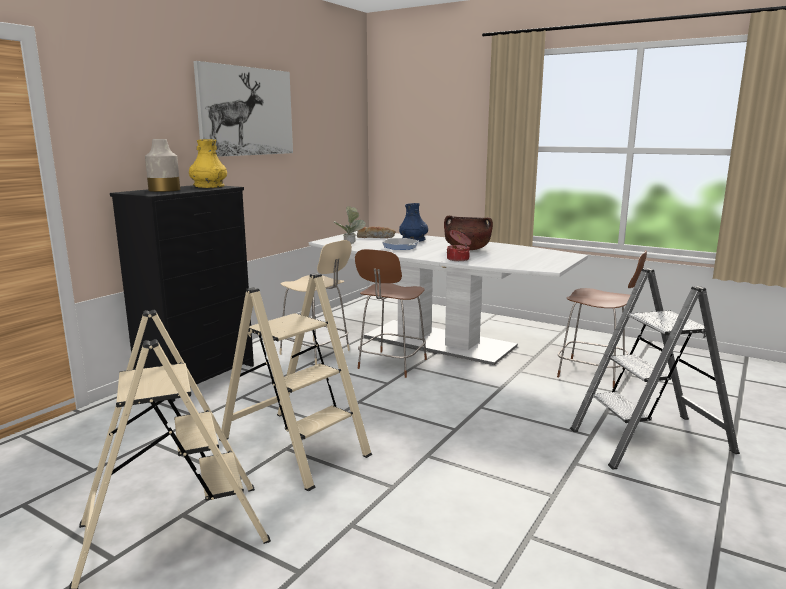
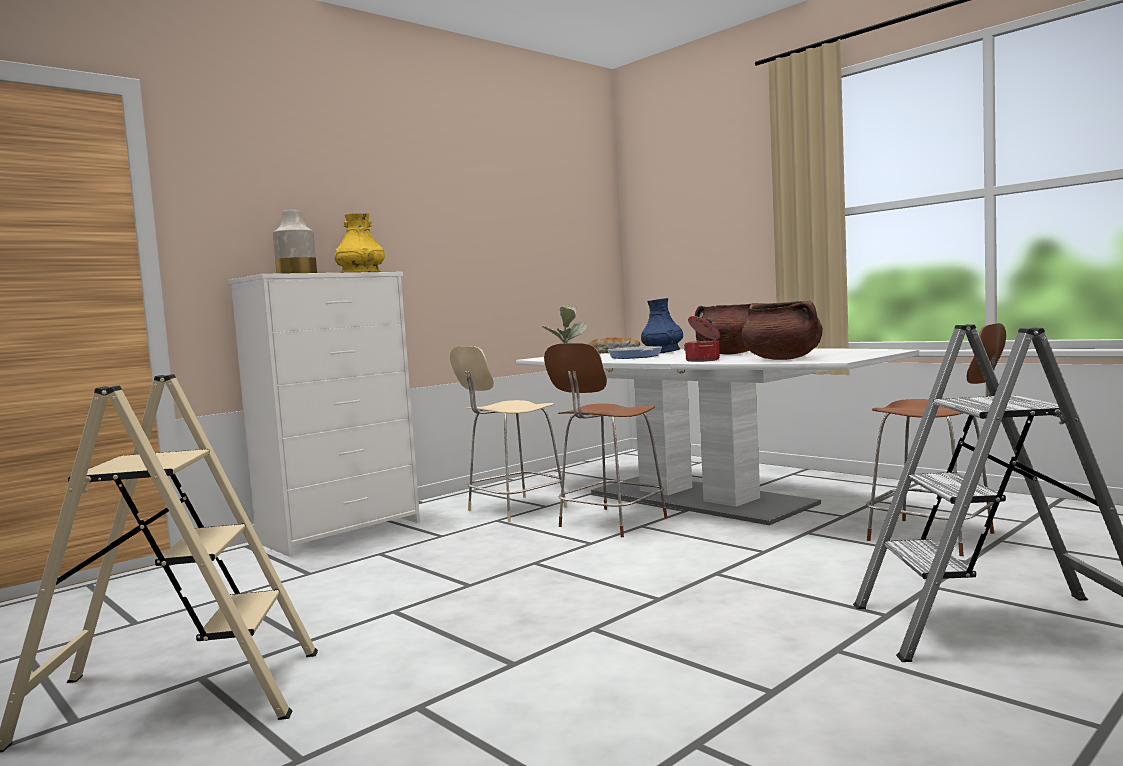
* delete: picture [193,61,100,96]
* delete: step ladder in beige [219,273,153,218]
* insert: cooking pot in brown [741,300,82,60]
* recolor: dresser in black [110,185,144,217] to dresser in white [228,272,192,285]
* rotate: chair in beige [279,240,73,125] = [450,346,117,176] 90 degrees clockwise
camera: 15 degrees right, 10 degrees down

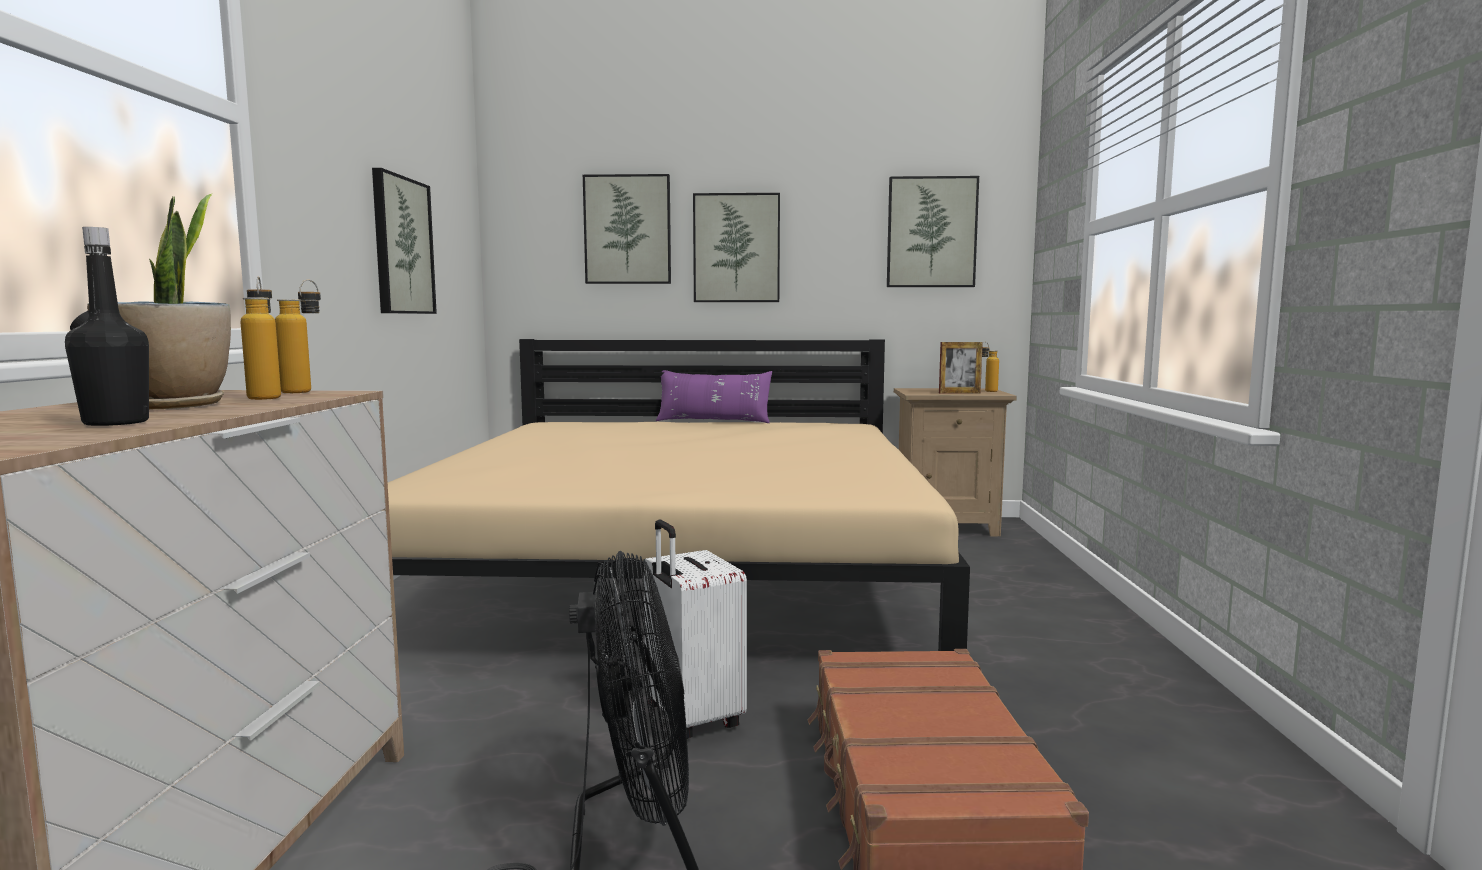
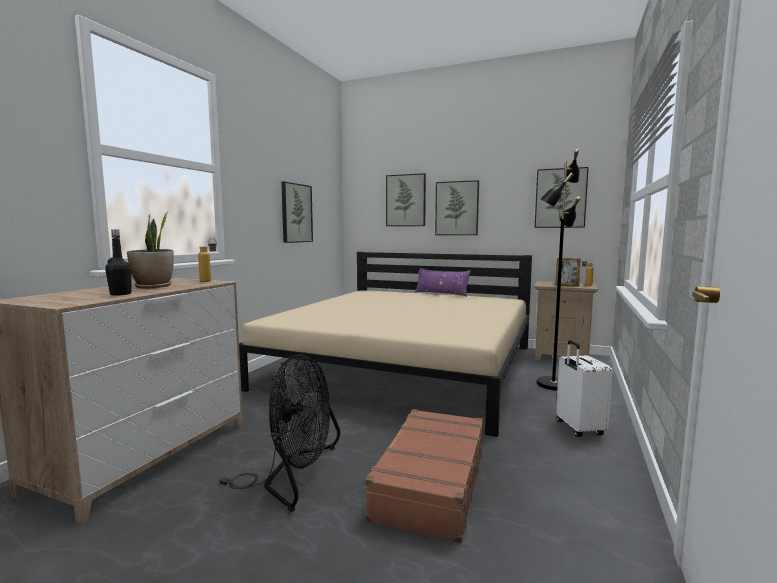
* delete: bottle [241,276,40,124]
* insert: floor lamp in black [536,149,45,242]
* move: suitcase in white [644,519,103,220] to [556,340,57,97]
camera: 20 degrees right, 0 degrees up

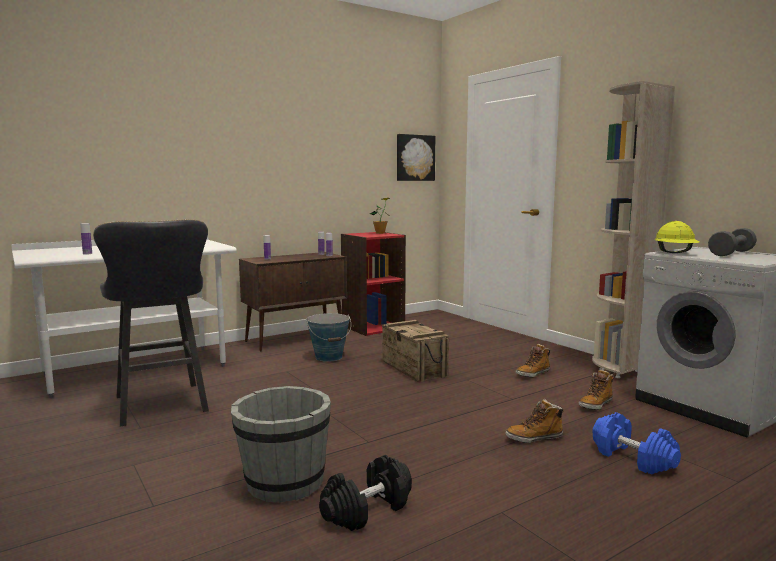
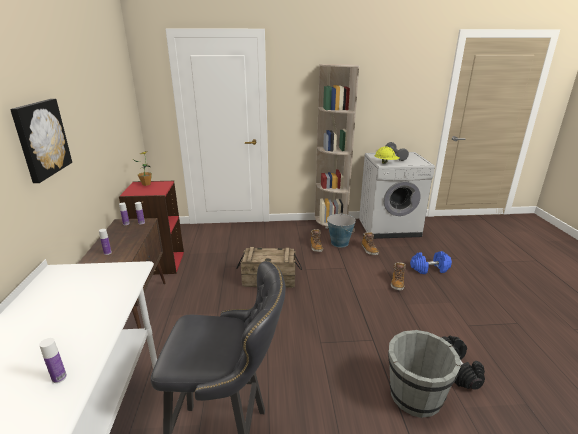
* move: bucket [306,313,45,49] to [327,213,29,35]
* move: picture [397,134,38,47] to [10,99,62,84]
camera: 60 degrees left, 15 degrees up

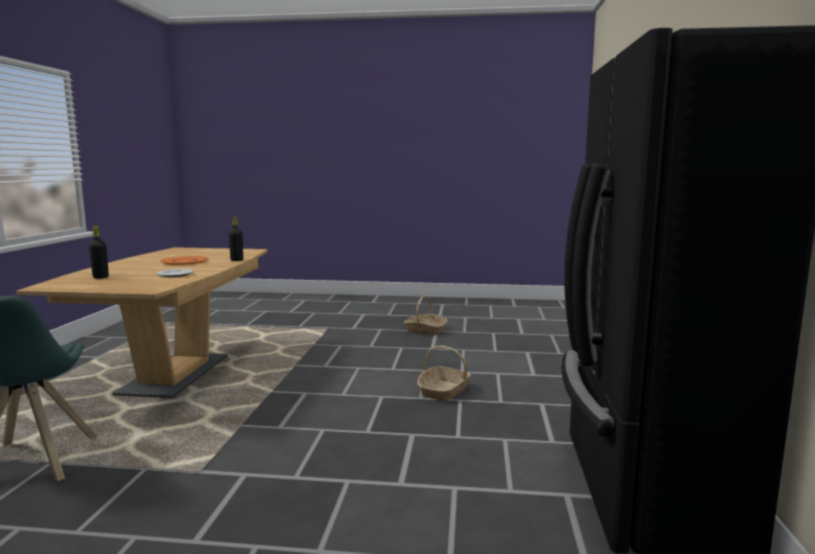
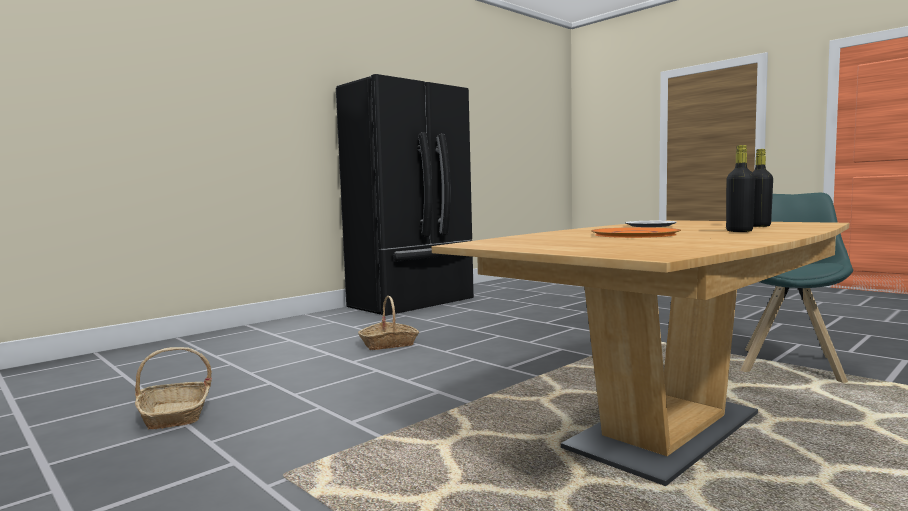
* move: bottle in black [229,216,14,45] to [726,145,29,87]
camera: 140 degrees left, 5 degrees down

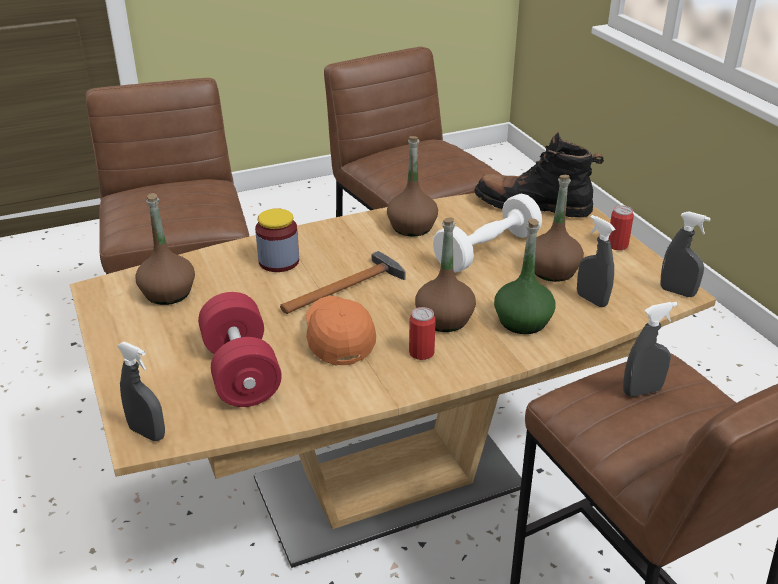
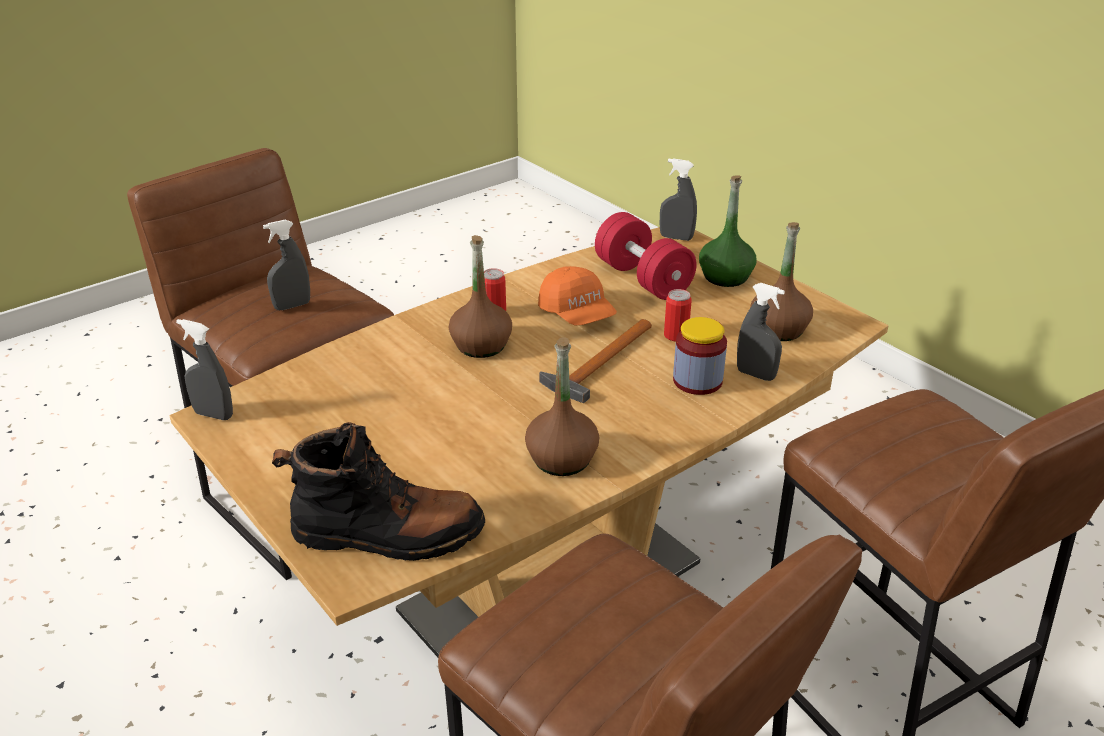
* delete: dumbbell in white [433,194,109,79]
* delete: bottle in brown [535,175,49,107]
* move: bottle in green [494,218,62,116] to [699,175,58,112]
* move: spray bottle in grey [577,215,38,92] to [737,283,48,98]
* move: can [609,205,25,45] to [664,289,28,52]
camera: 165 degrees right, 0 degrees up

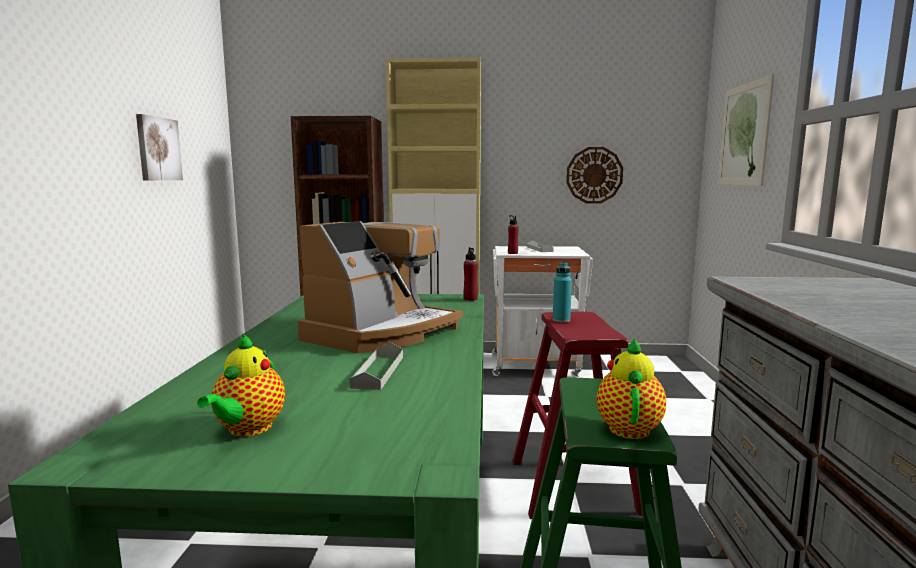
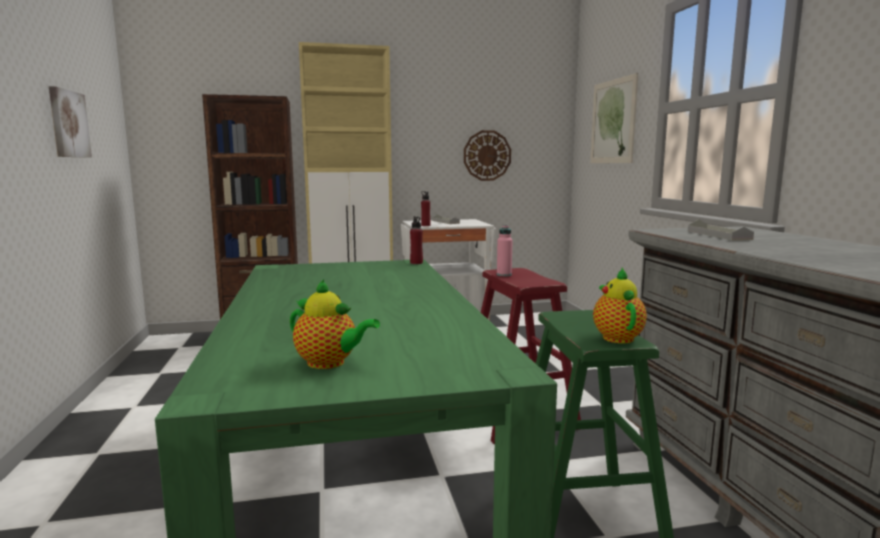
* delete: coffee machine [298,221,165,132]
* move: tray in grey [350,342,53,48] to [688,219,66,21]
* recolor: bottle in turquoise [553,262,19,60] to bottle in pink [497,225,16,51]
* rotate: teapot [197,334,88,103] = [290,279,90,90] 60 degrees counterclockwise
camera: 15 degrees left, 0 degrees up

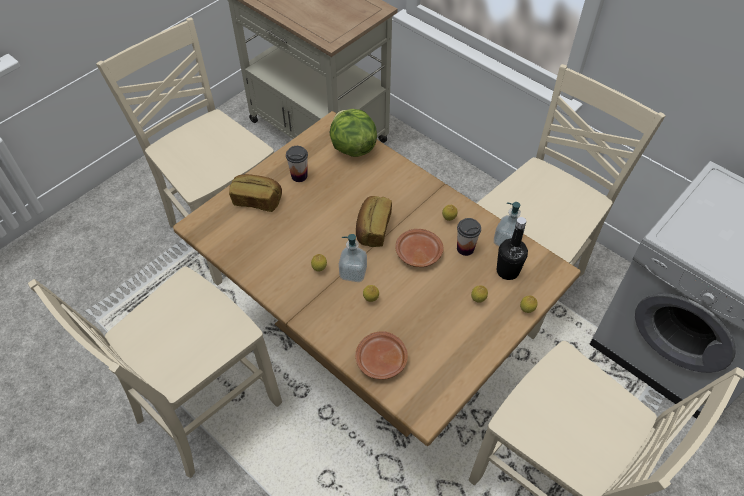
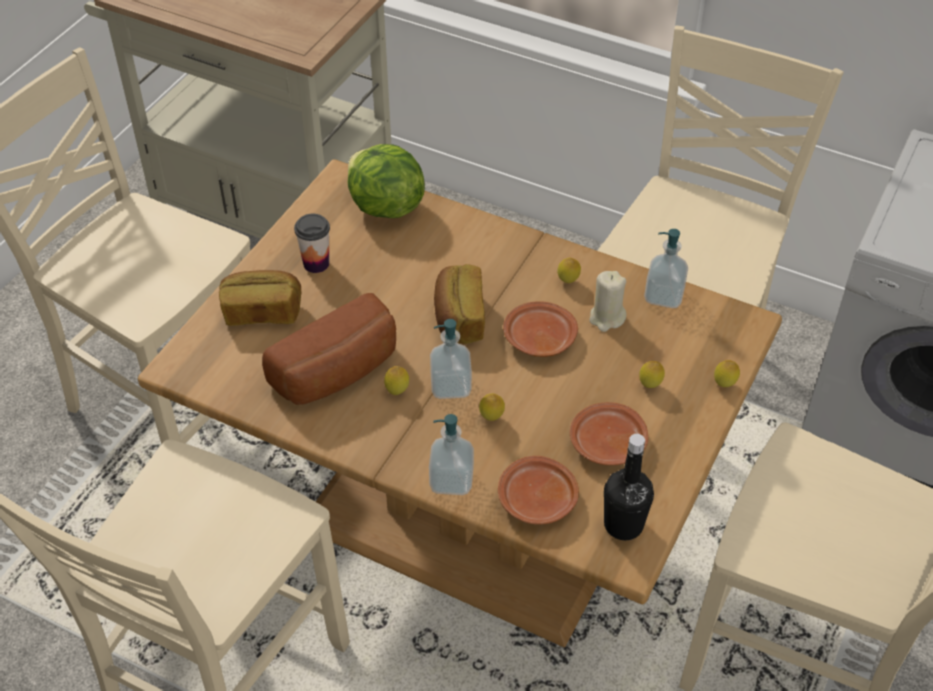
* insert: bread [262,293,134,112]
* insert: soap dispenser [429,414,45,81]
* insert: plate in brown [570,402,78,63]
* move: bottle in black [497,217,31,63] to [604,434,50,107]
* replace: cup [457,218,24,38] to candle in beige [589,271,37,61]
camera: 15 degrees left, 5 degrees down

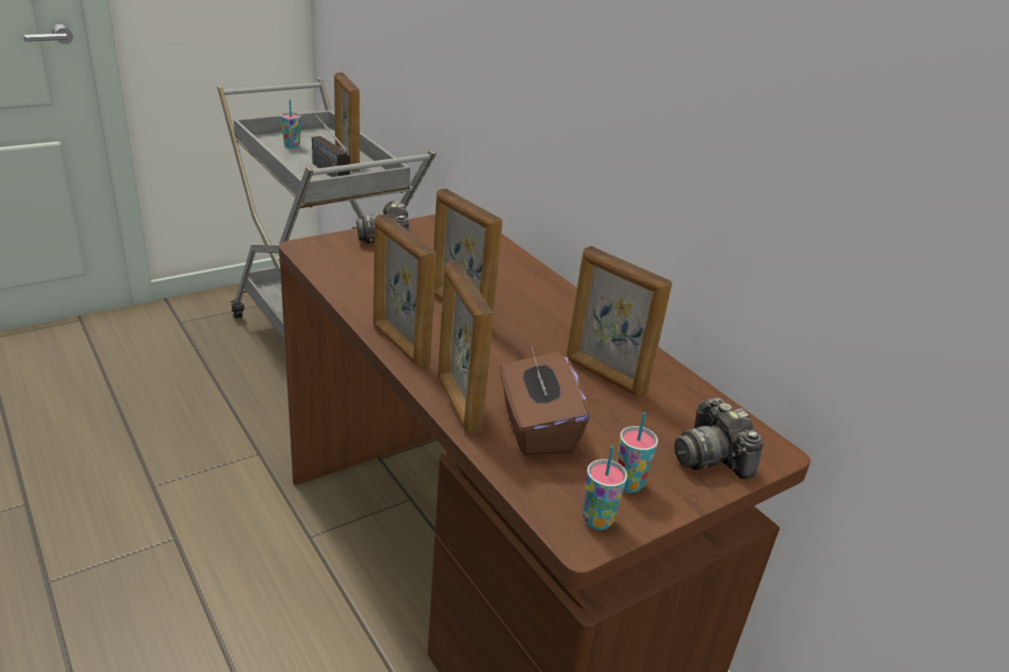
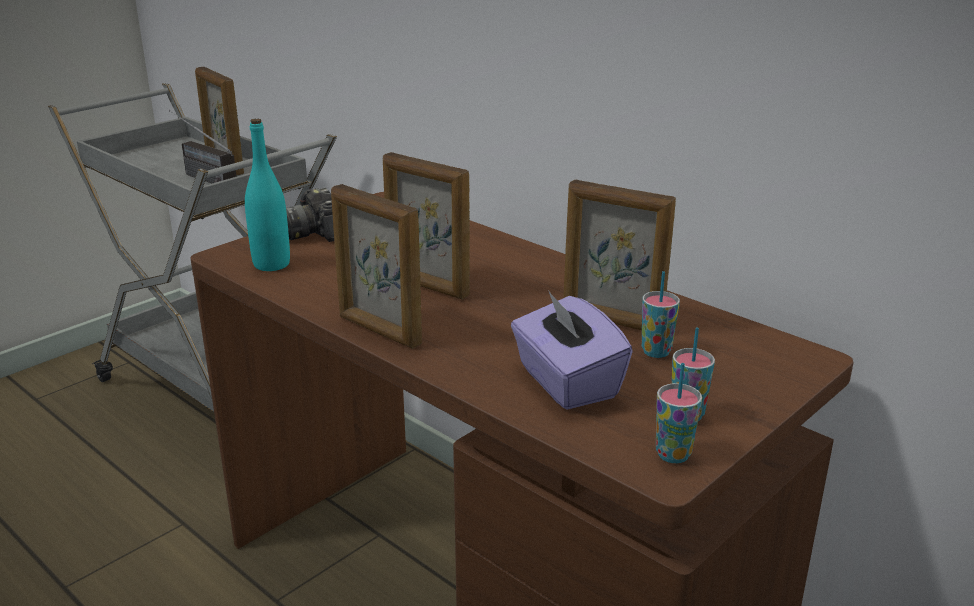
* delete: picture frame [438,261,55,174]
* delete: photo camera [674,397,89,82]
* insert: bottle in turquoise [245,119,45,152]
* move: cup [281,99,20,49] to [642,271,38,87]
* recolor: tissue box in brown [500,348,89,108] to tissue box in purple [511,290,122,120]
camera: 10 degrees left, 5 degrees down

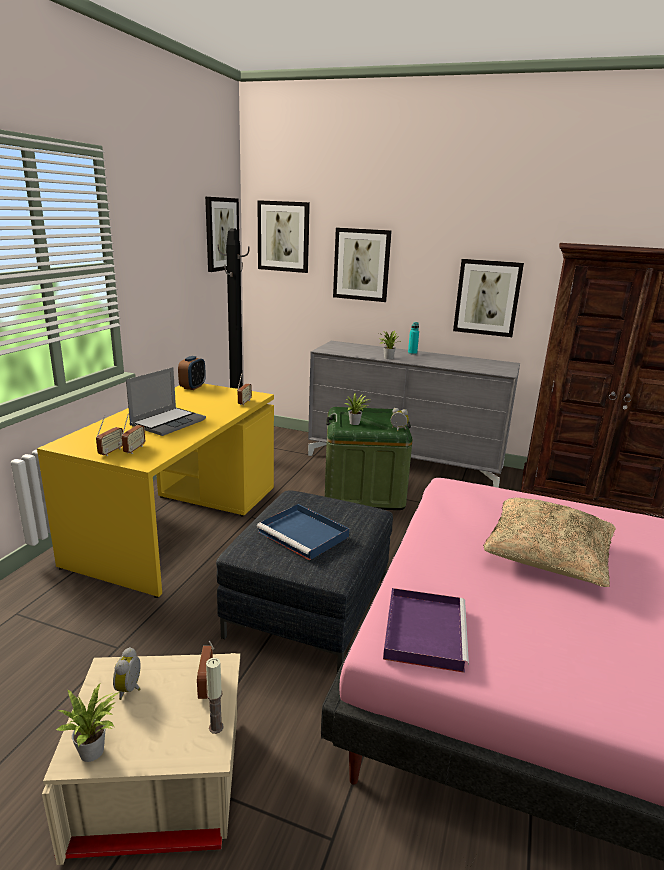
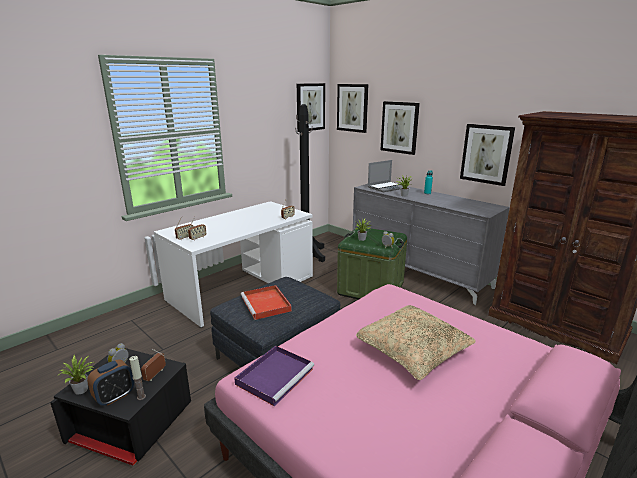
* move: laptop [126,367,80,69] to [368,160,35,32]
* move: alarm clock [178,356,28,34] to [87,359,47,47]
* recolor: desk in yellow [37,384,237,214] to desk in white [154,201,159,127]
* recolor: storage box in beige [42,653,198,212] to storage box in black [50,348,141,118]
* recolor: tray in blue [257,504,92,57] to tray in red [241,285,51,35]
camera: 25 degrees right, 0 degrees up

